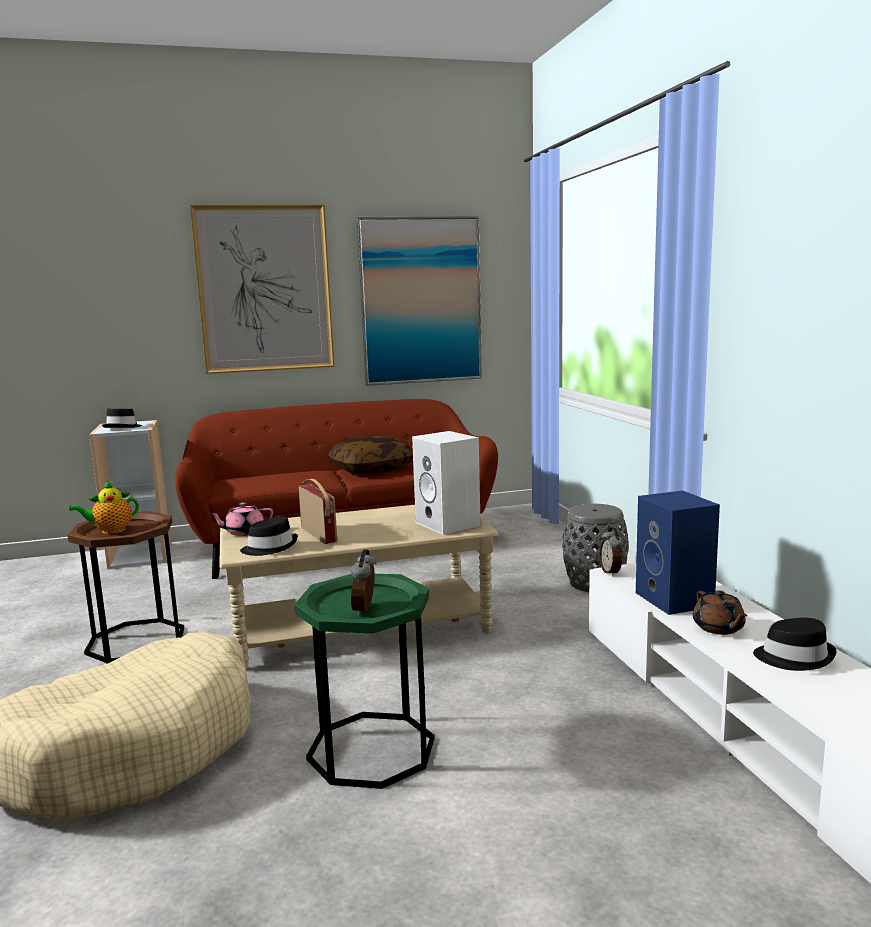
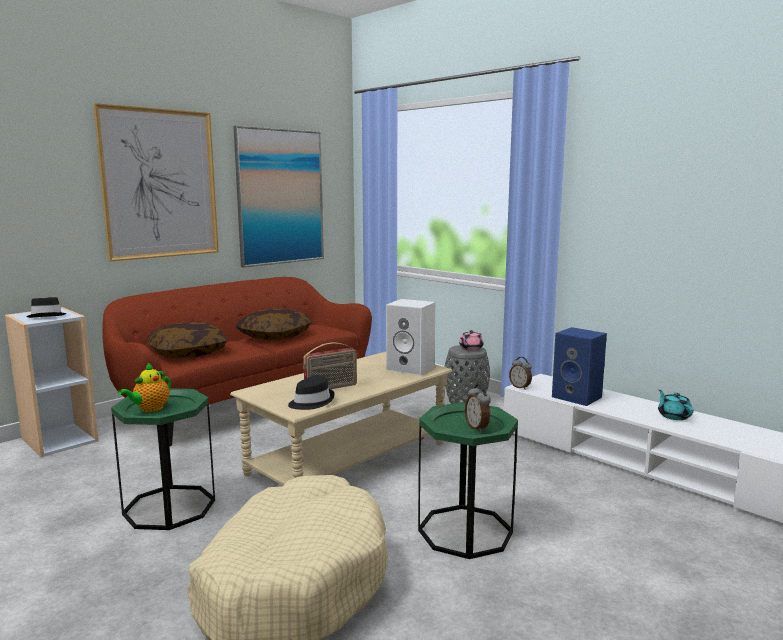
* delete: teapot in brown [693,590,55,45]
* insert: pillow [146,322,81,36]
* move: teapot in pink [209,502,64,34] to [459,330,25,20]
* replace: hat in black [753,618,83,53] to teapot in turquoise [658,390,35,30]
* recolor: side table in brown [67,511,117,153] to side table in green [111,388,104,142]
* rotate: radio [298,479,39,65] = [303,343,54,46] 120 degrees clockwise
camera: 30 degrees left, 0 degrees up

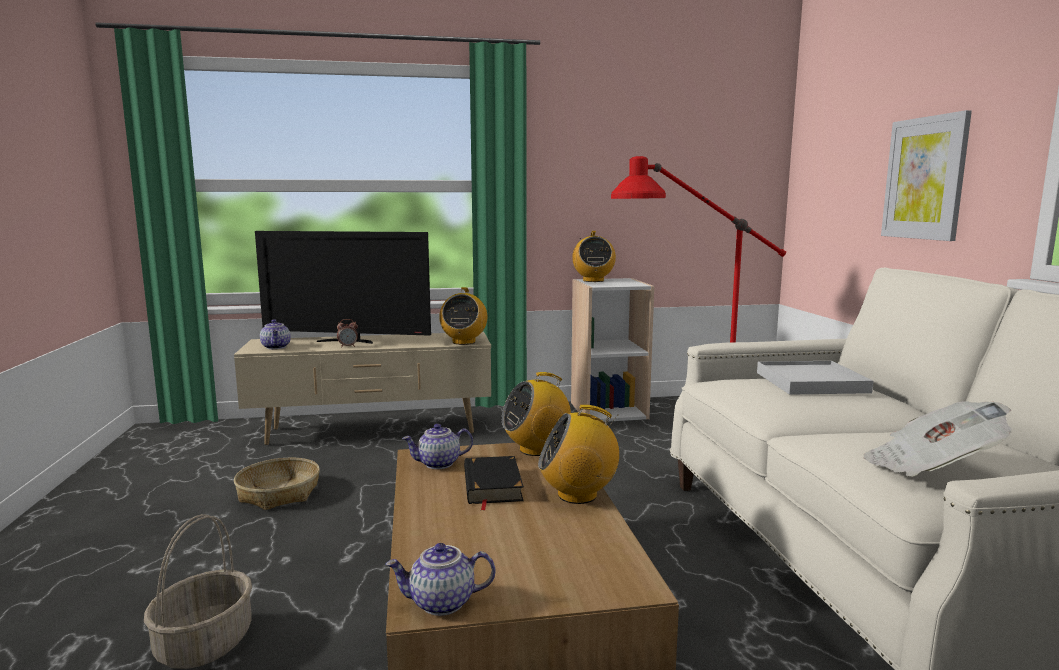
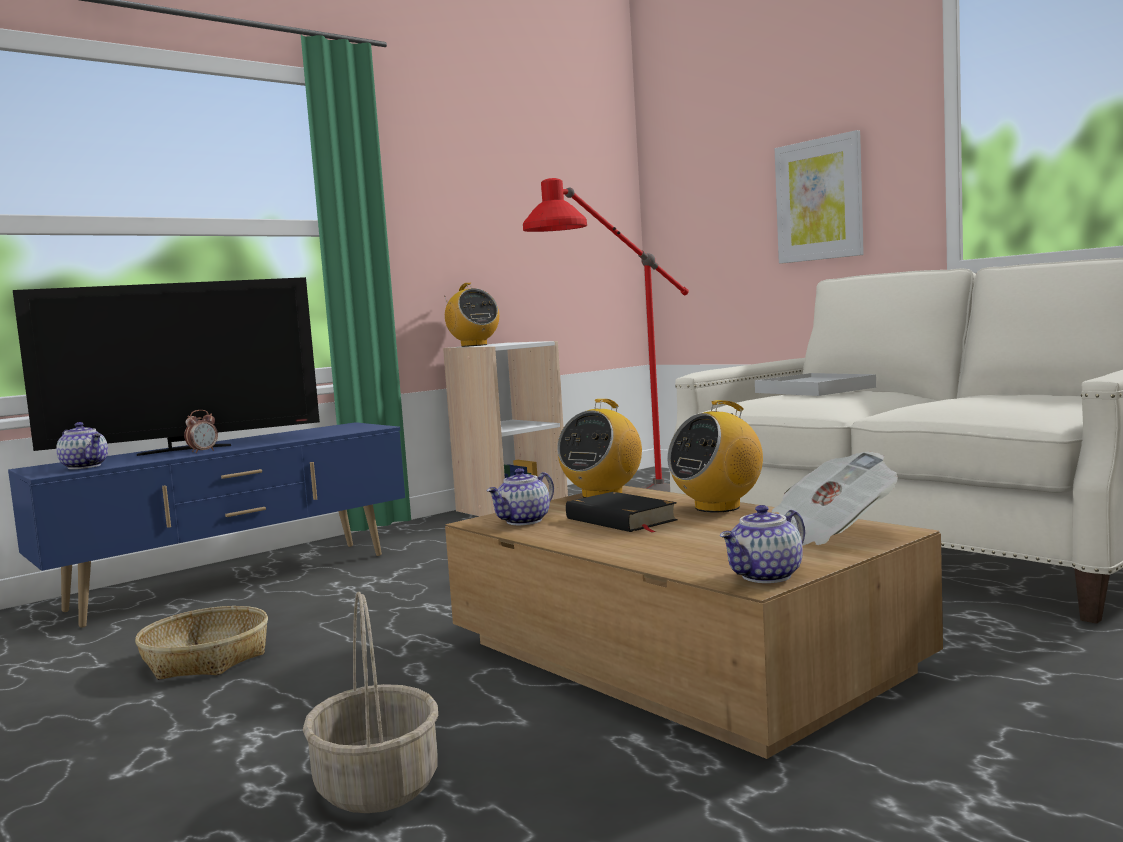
* delete: radio [439,287,48,58]
* move: newspaper [864,401,148,76] to [772,452,126,94]
* recolor: tv stand in beige [234,332,257,113] to tv stand in blue [8,422,397,206]
camera: 30 degrees left, 5 degrees down

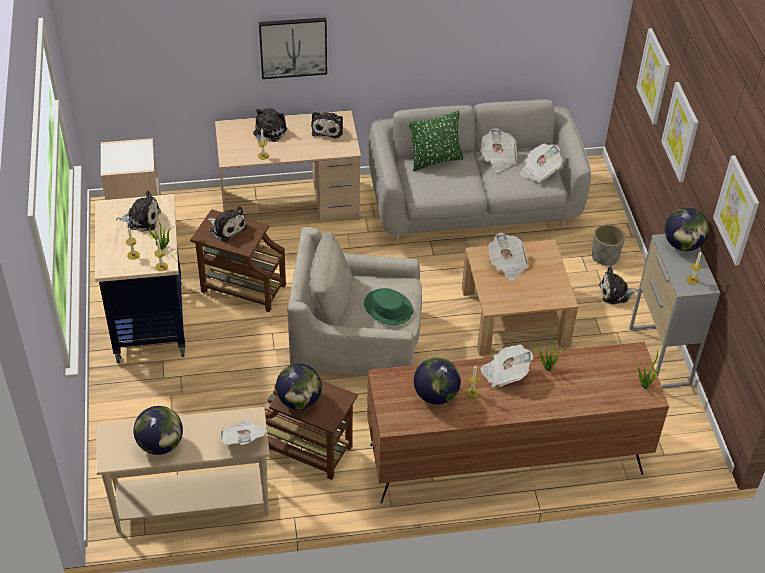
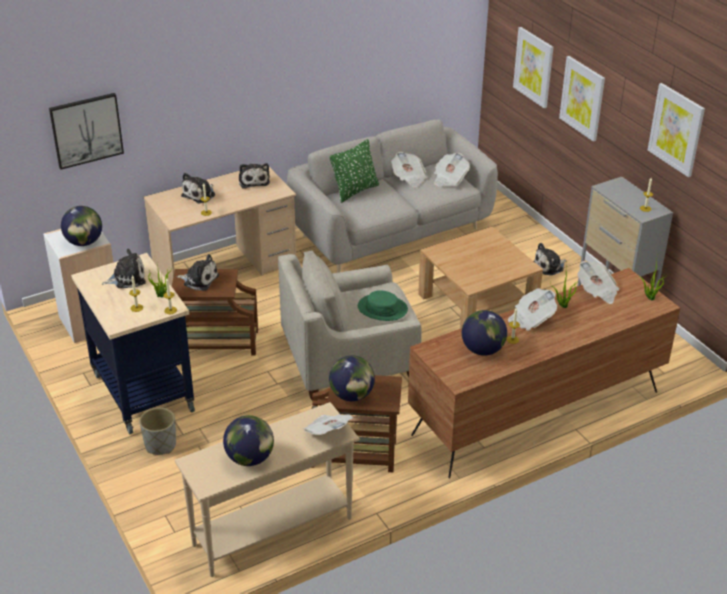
* move: picture [259,17,68,62] to [49,93,75,77]
* move: newspaper [488,233,40,47] to [578,261,41,43]
* move: planter in grey [592,224,33,42] to [139,408,37,47]
* move: globe [665,208,44,43] to [61,206,41,40]
* rotate: plush toy [253,108,34,39] = [181,173,34,30] 150 degrees counterclockwise
camera: 20 degrees left, 10 degrees down

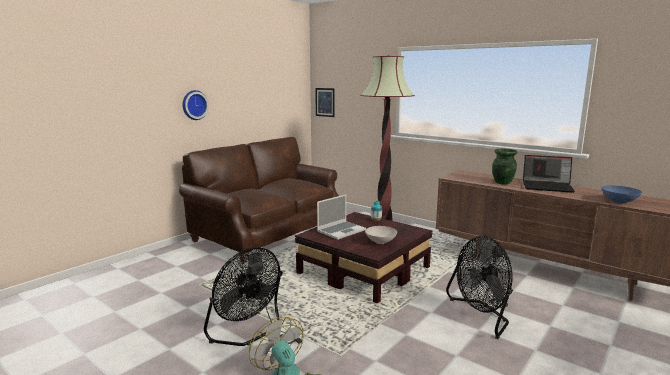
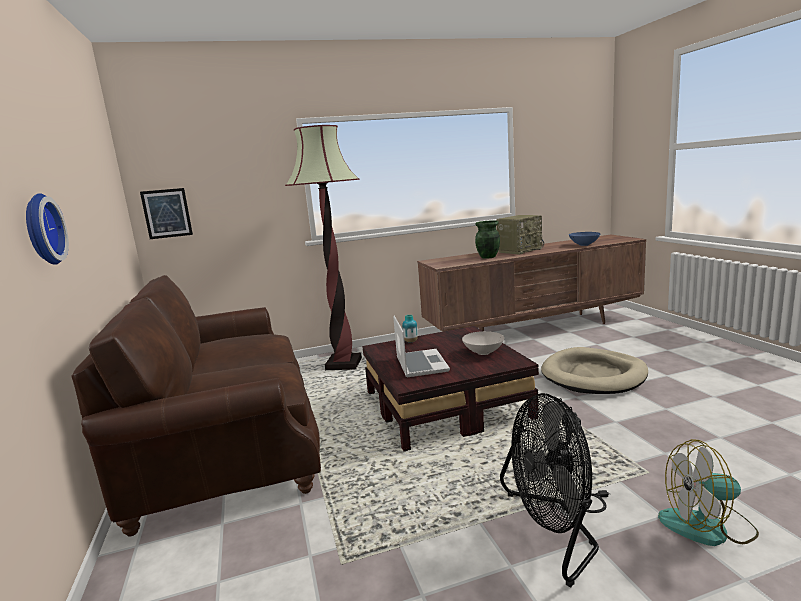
* replace: fan in black [446,236,67,103] to dog bed in beige [541,347,107,47]
* replace: laptop [523,155,52,38] to radio [496,215,48,40]
camera: 55 degrees left, 0 degrees up

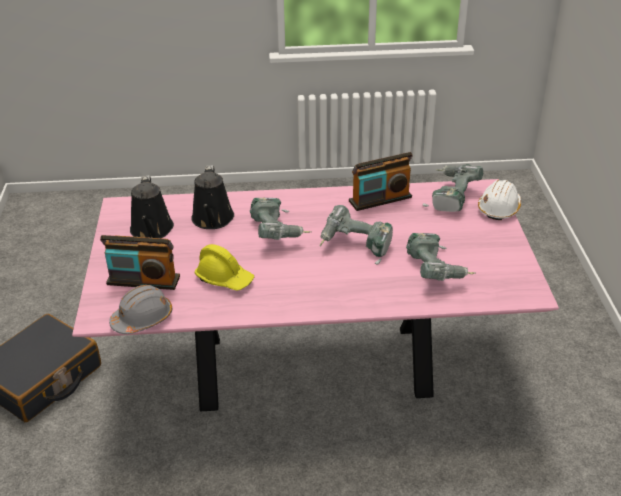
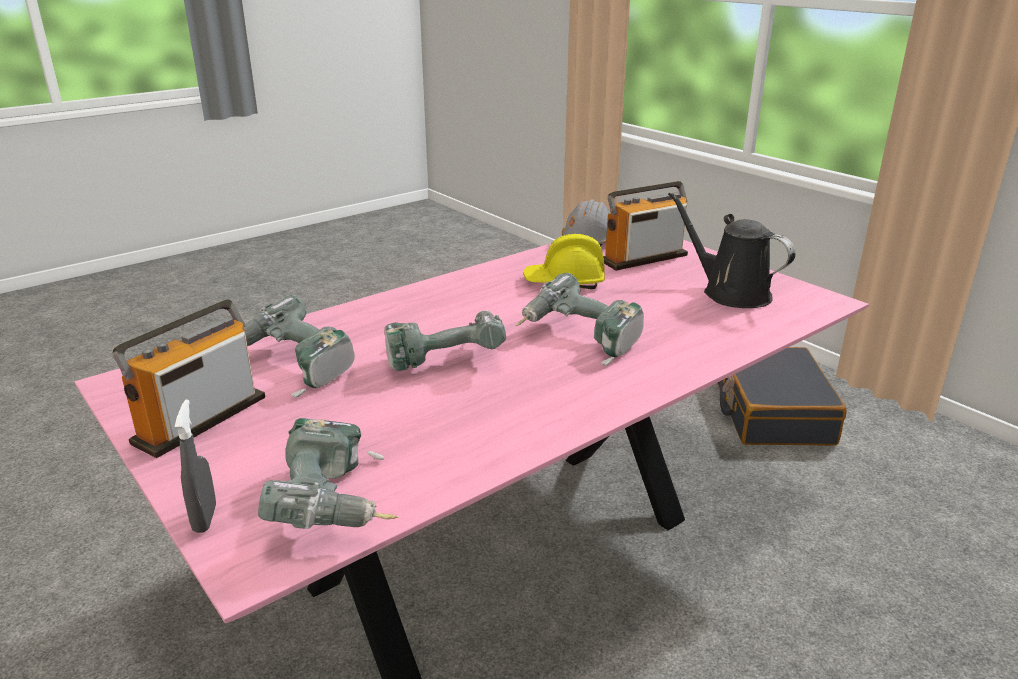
* delete: watering can in black [191,165,43,64]
* move: radio [349,152,64,59] to [112,300,153,158]
* replace: hard hat in white [478,180,43,40] to spray bottle in grey [174,400,42,133]
camera: 145 degrees right, 10 degrees down

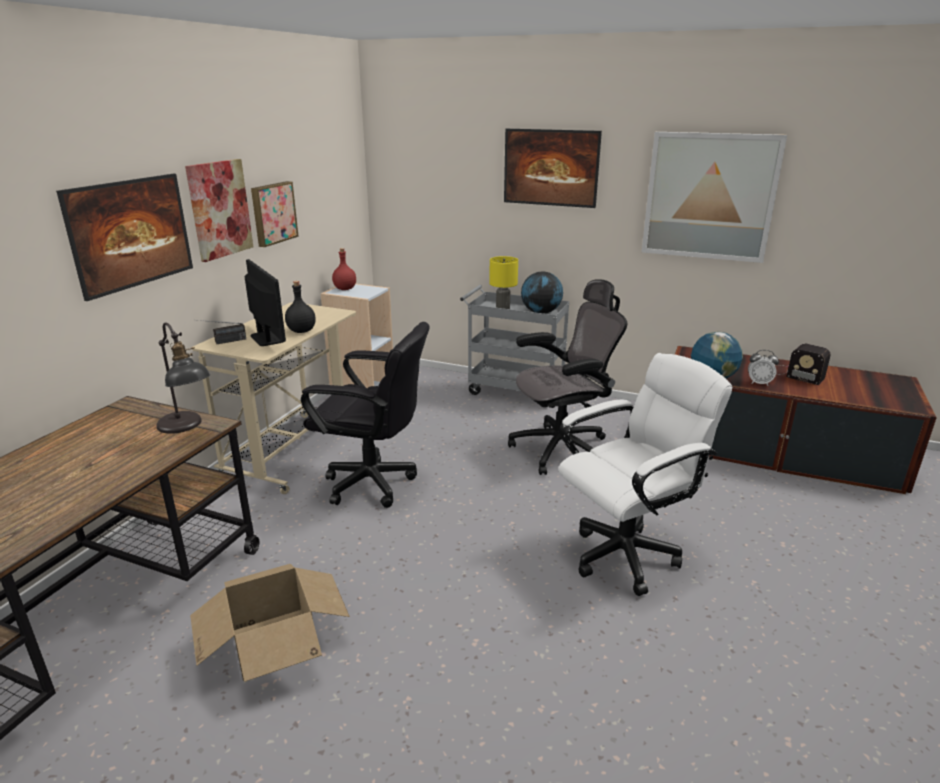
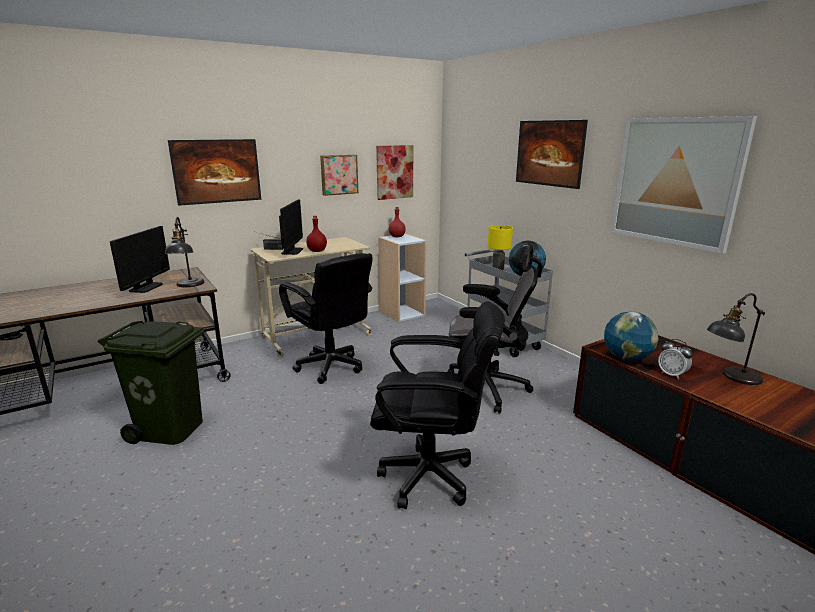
* insert: monitor [110,226,60,67]
* move: picture [185,159,68,103] to [376,145,37,55]
* replace: cardboard box [190,564,160,118] to trash can in green [98,321,106,124]
* replace: radio [775,344,56,41] to table lamp in grey [707,293,58,92]
* recolor: bottle in black [285,281,31,52] to bottle in red [306,216,21,36]
* recolor: office chair in white [558,353,175,243] to office chair in black [370,301,135,208]
camera: 35 degrees right, 5 degrees down

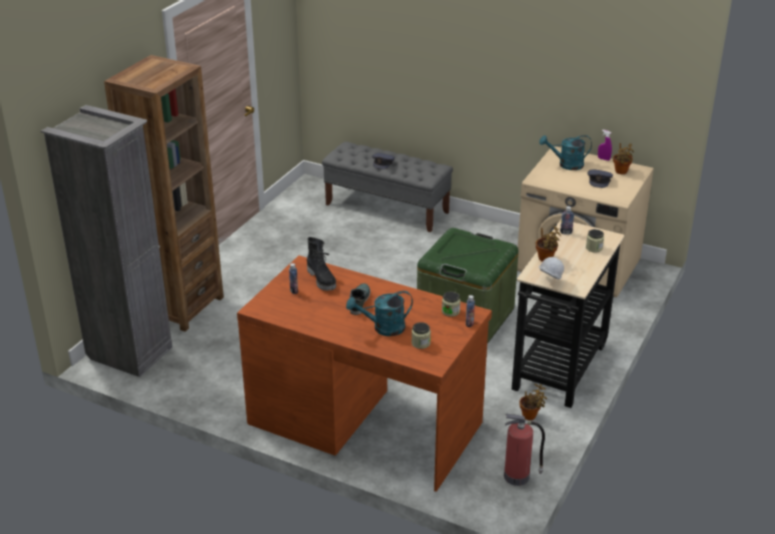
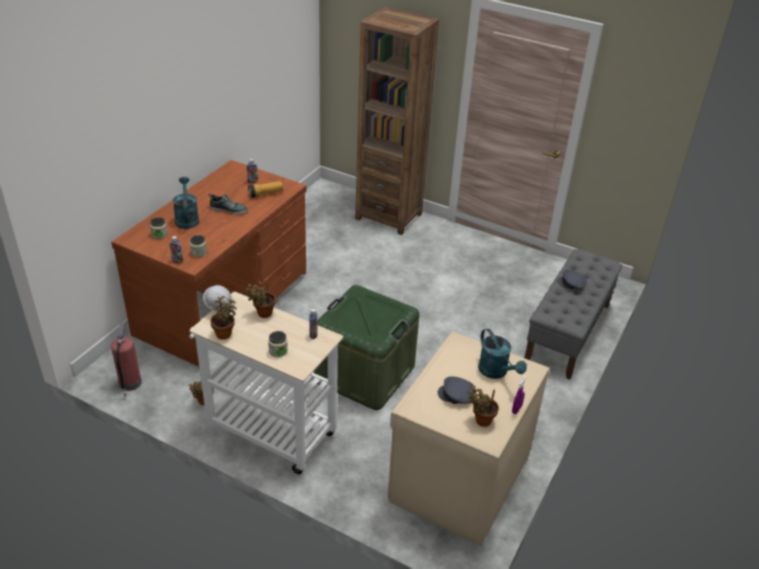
* delete: cabinet in grey [41,105,132,272]
* insert: potted plant [210,296,27,44]
* replace: boot in black [307,237,29,54] to flashlight [248,181,35,17]
* recolor: cart in black [512,220,112,188] to cart in white [189,292,154,182]
* rotate: watering can in turquoise [539,135,53,35] = [478,328,49,51] 150 degrees clockwise
camera: 90 degrees right, 5 degrees up

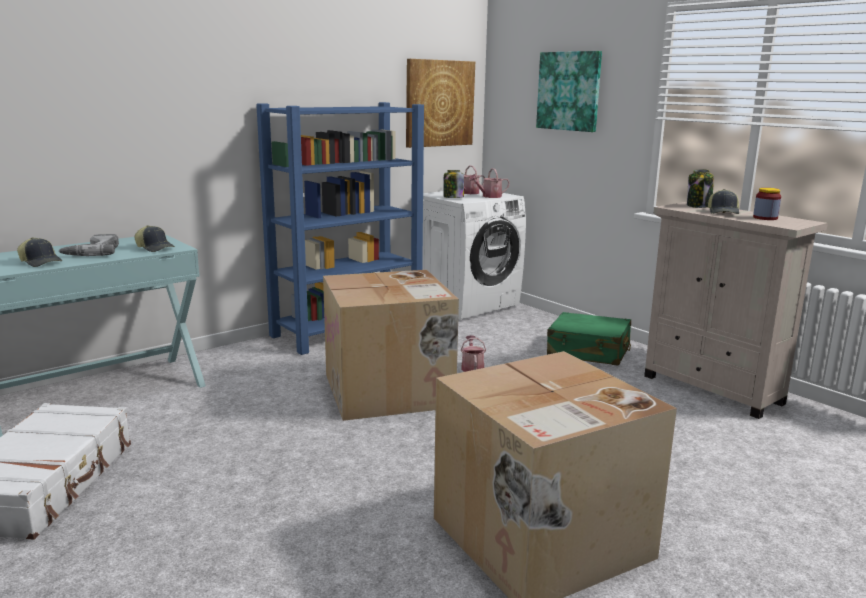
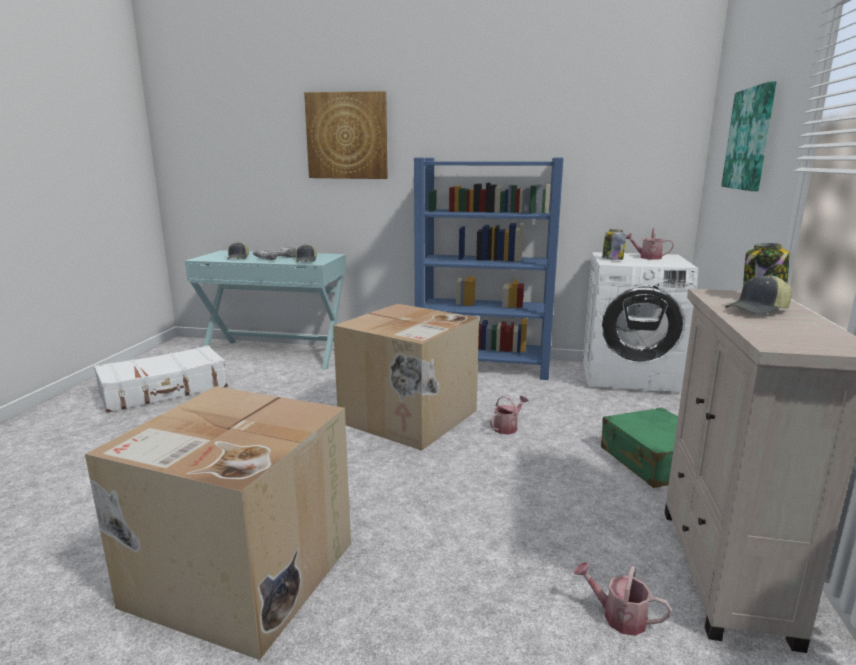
* delete: jar [753,188,28,32]
* move: picture [406,59,69,89] to [304,91,84,88]
* move: watering can [469,168,41,30] to [574,562,98,74]
camera: 50 degrees right, 0 degrees up

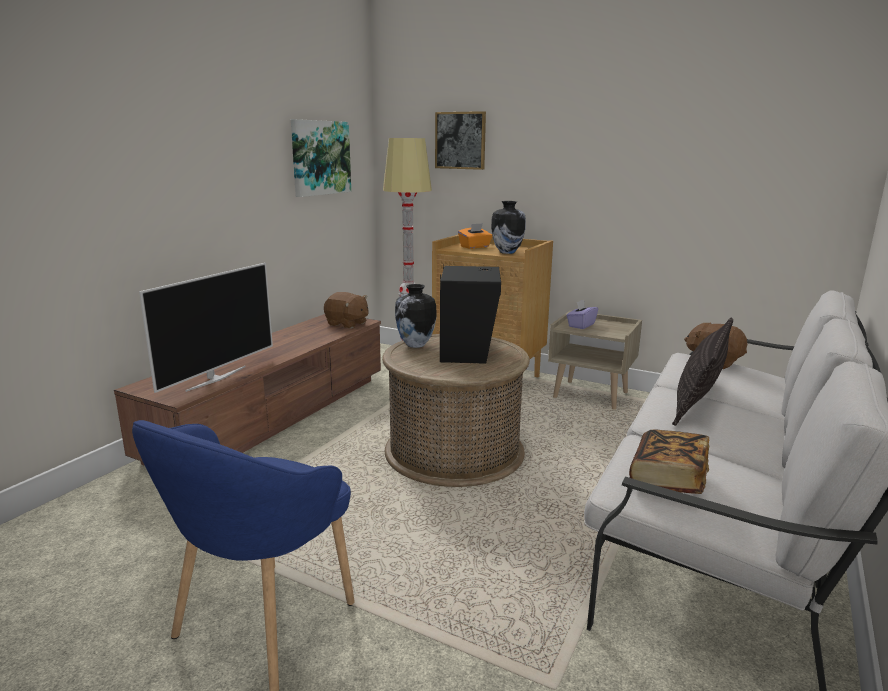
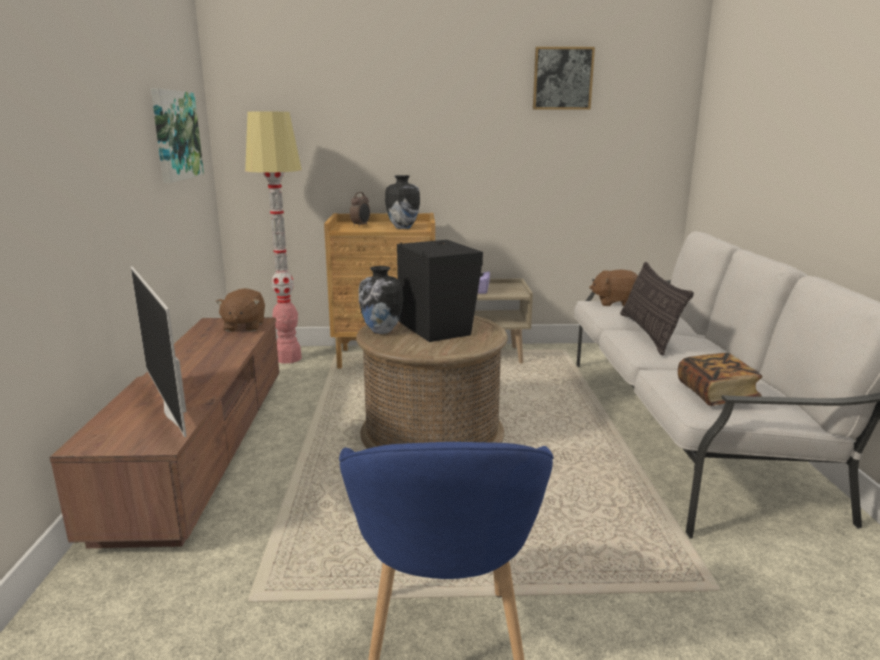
* move: picture [435,111,51,59] to [533,47,62,63]
* replace: tissue box in orange [458,223,34,26] to alarm clock [350,192,20,35]
* rotate: television [139,263,134,130] = [131,266,56,171] 150 degrees clockwise
* rotate: plush toy in brown [324,292,45,37] = [216,288,49,44] 90 degrees clockwise
camera: 30 degrees left, 0 degrees up

